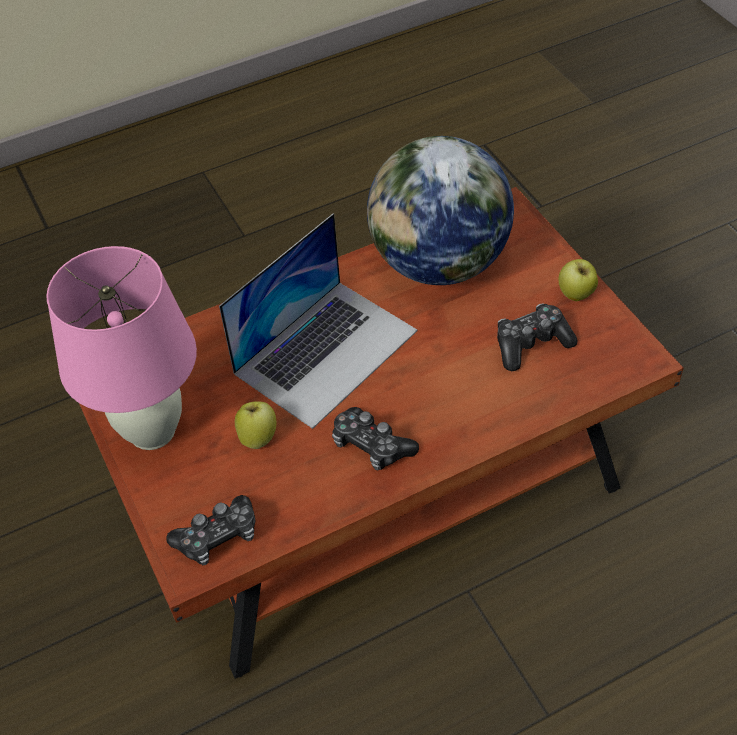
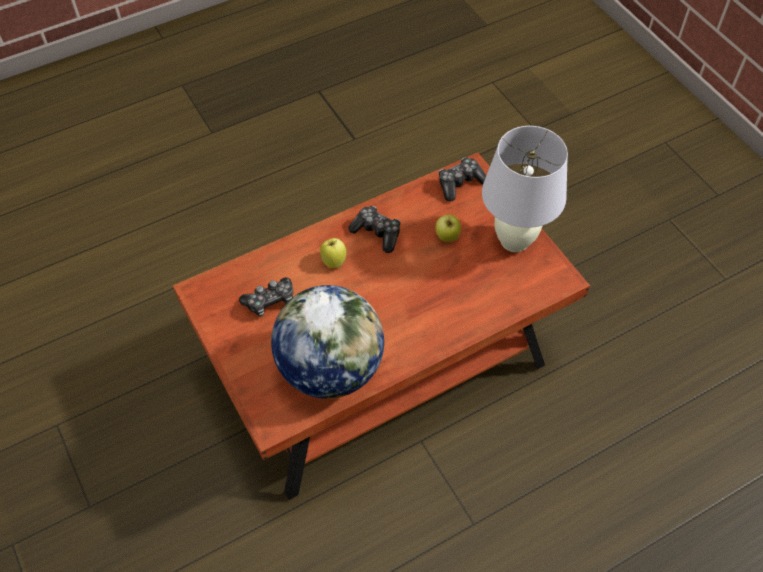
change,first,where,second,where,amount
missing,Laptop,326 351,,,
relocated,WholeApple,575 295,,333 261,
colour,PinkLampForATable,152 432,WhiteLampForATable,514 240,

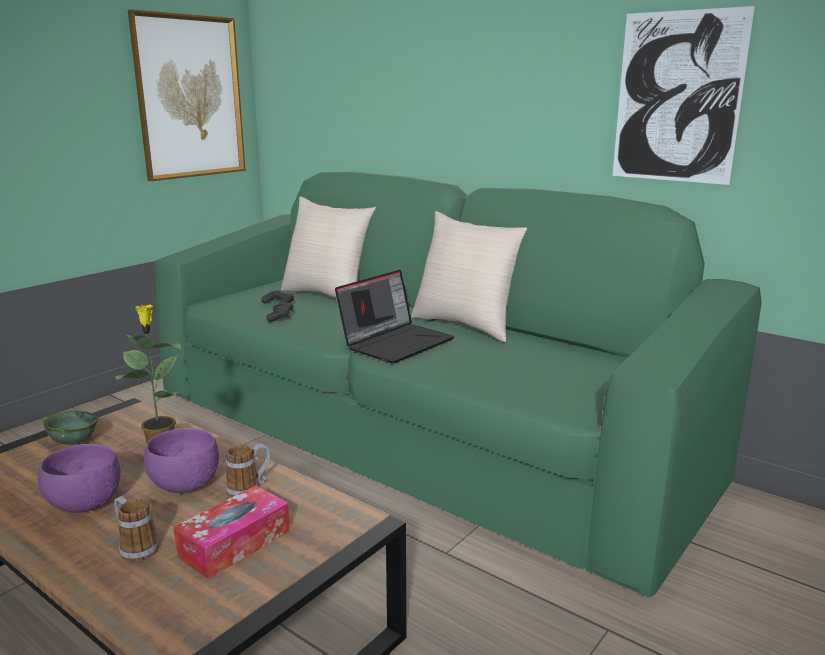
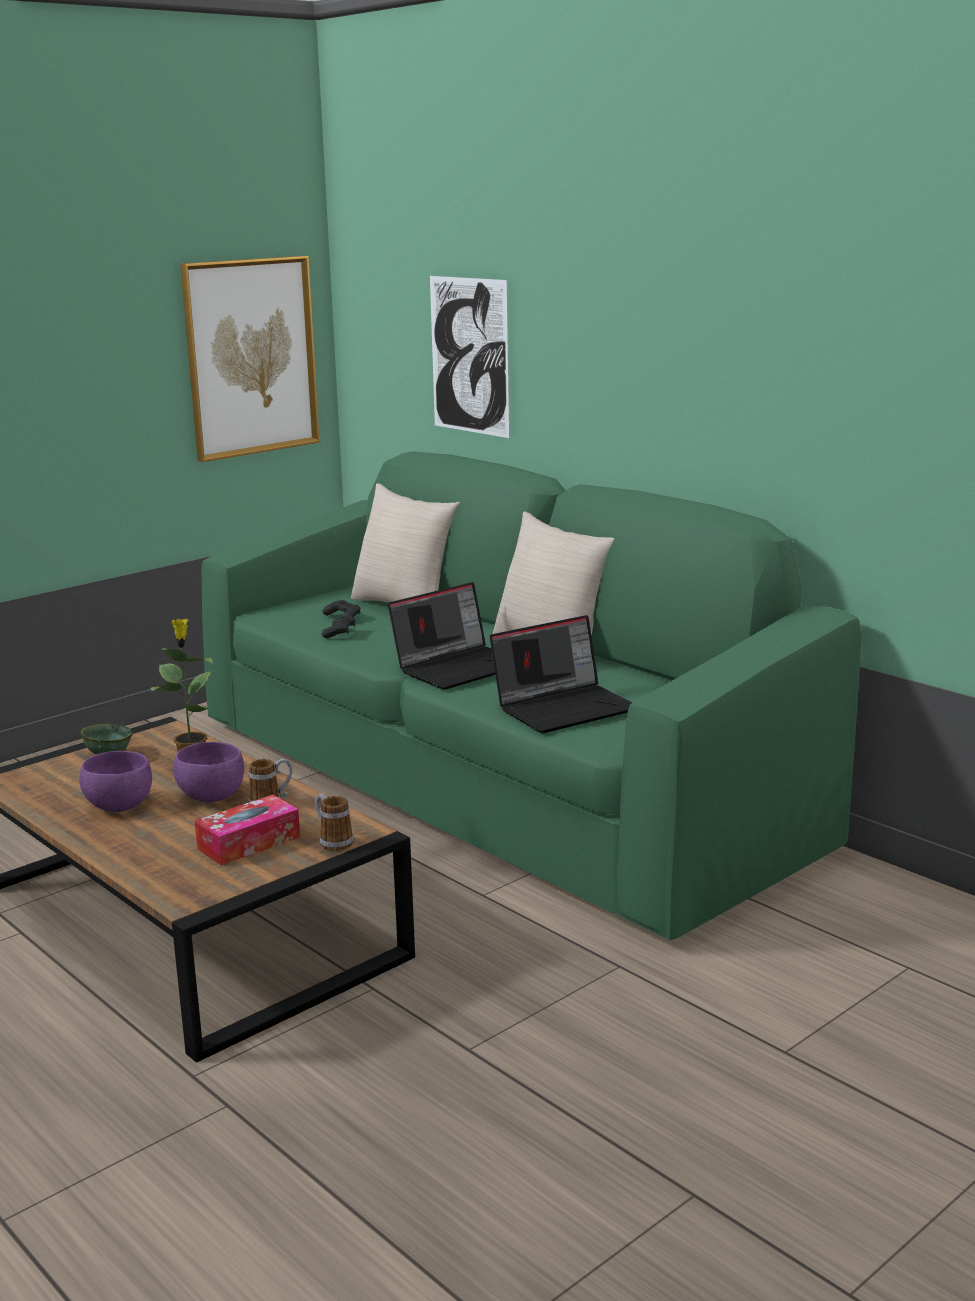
change,first,where,second,where,amount
appeared,,,Laptop,565 707,
relocated,CoffeeMug,135 548,,332 841,
relocated,WallArt,677 98,,469 356,

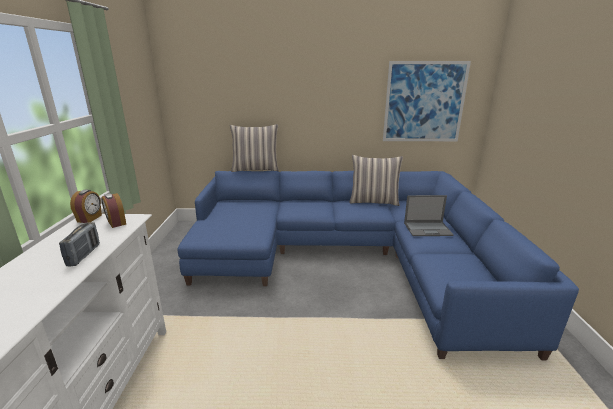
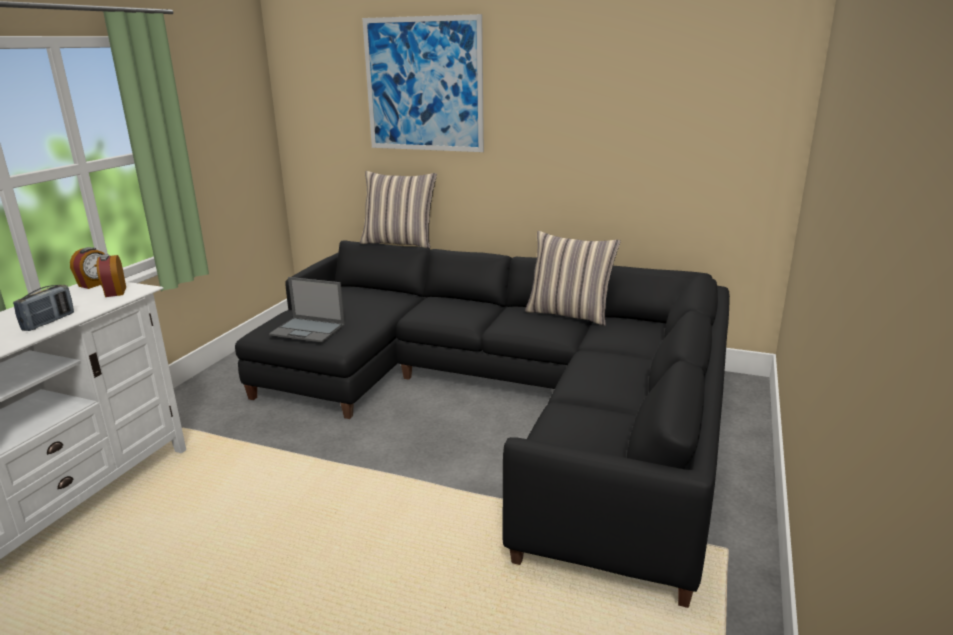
change,first,where,second,where,amount
relocated,WallArt,424 102,,423 85,
relocated,Laptop,428 229,,308 330,
colour,BlueColouredSofa,350 256,BlackSofa,506 399,

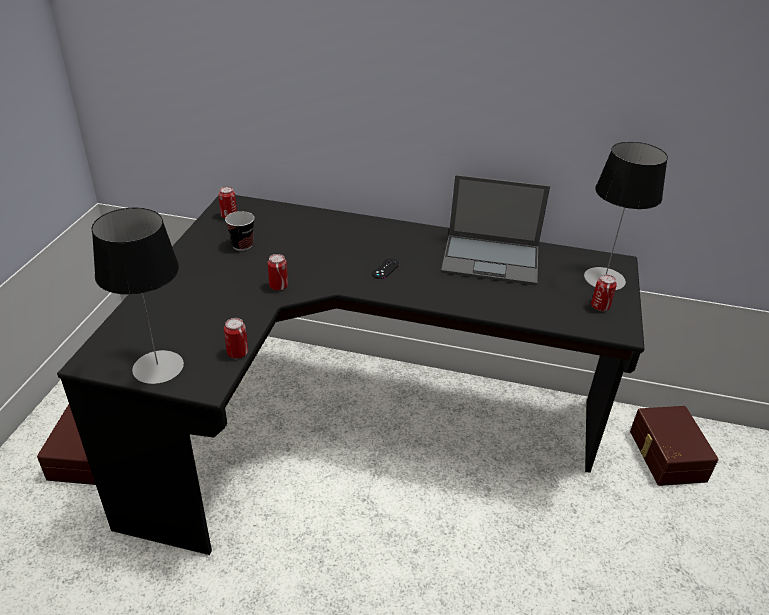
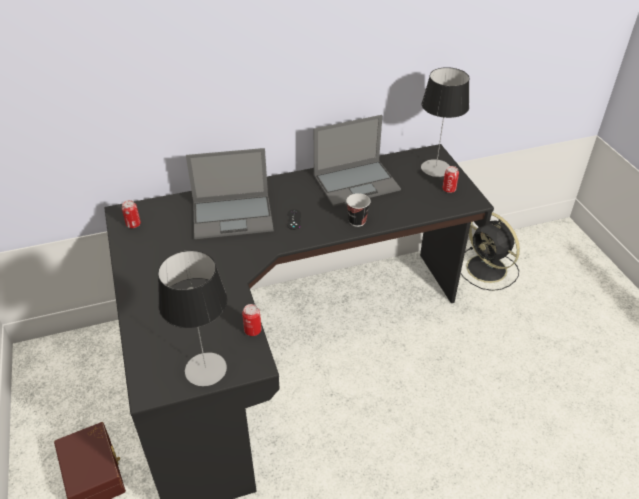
change,first,where,second,where,amount
missing,SealedCan,278 286,,,
appeared,,,Laptop,233 216,
relocated,SmallCup,242 245,,357 221,
exchanged,BrownStorageBin,665 456,BlackCoolingFan,488 269,

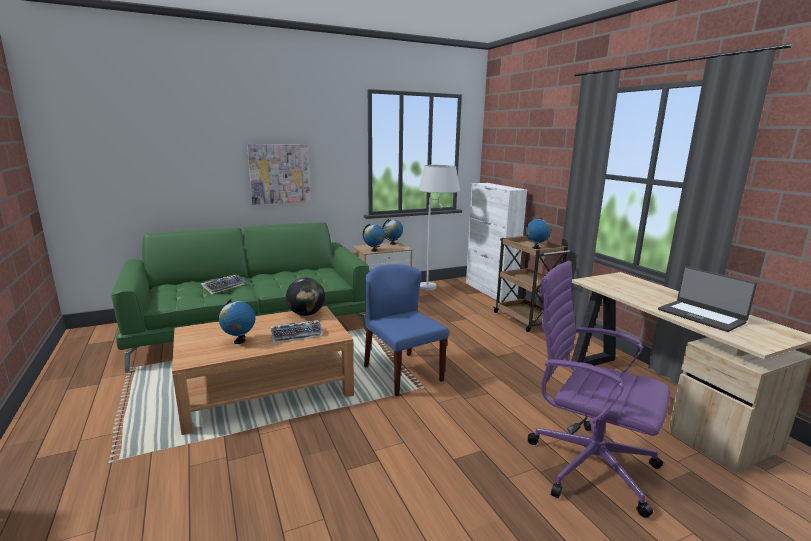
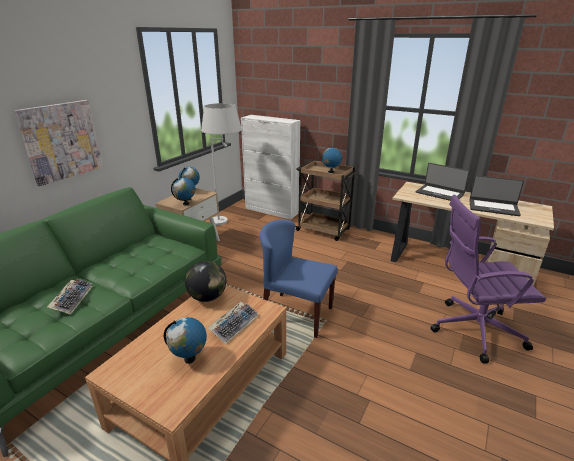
change,first,where,second,where,amount
appeared,,,Laptop,440 193,

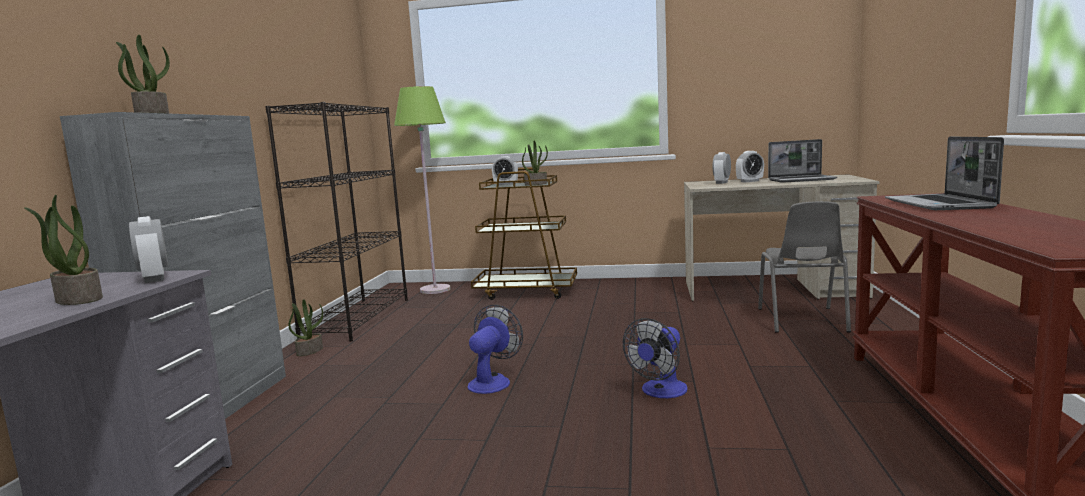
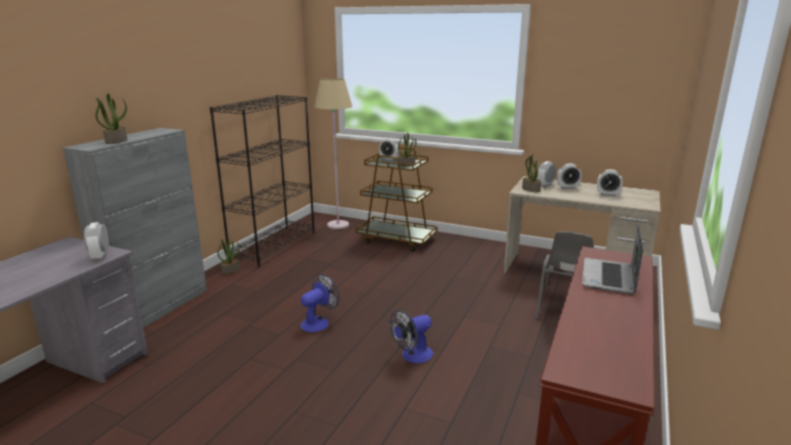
change,first,where,second,where,amount
relocated,PlantInAPot,77 299,,530 189,
exchanged,Laptop,802 180,TableClock,607 194,
colour,GreenColouredFloorLamp,435 290,BeigeColouredFloorLamp,338 225,

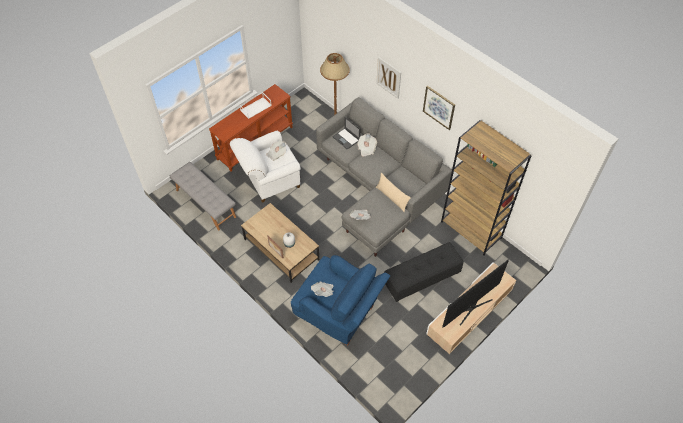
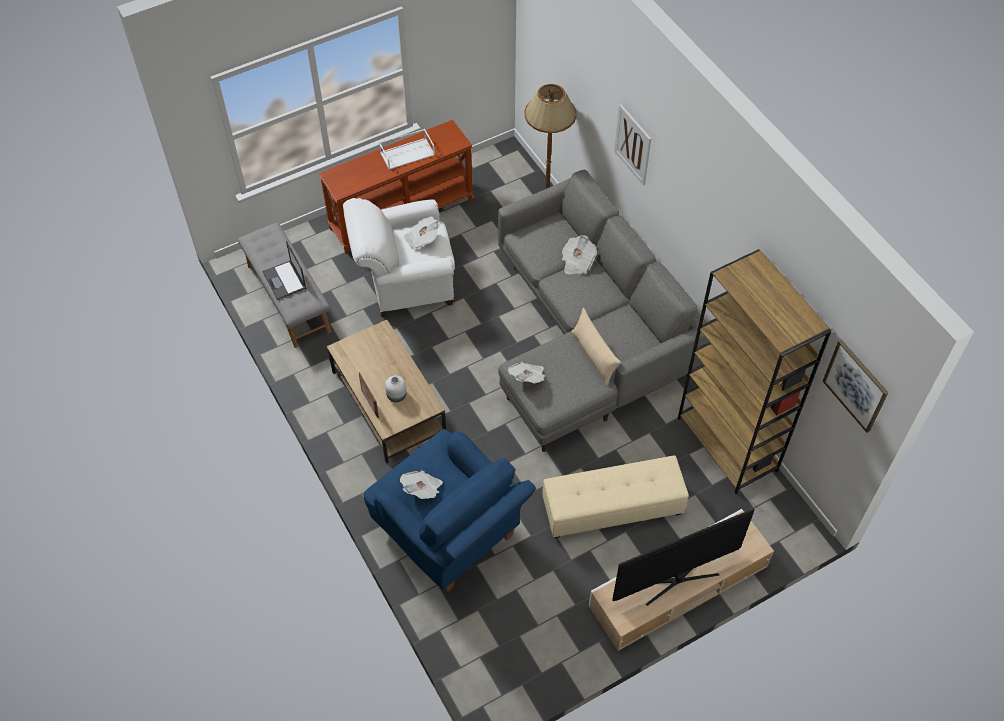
change,first,where,second,where,amount
relocated,Laptop,346 139,,285 280,
relocated,WallArt,439 107,,855 385,
colour,BlackOttoman,422 278,BeigeColouredOttoman,612 507,

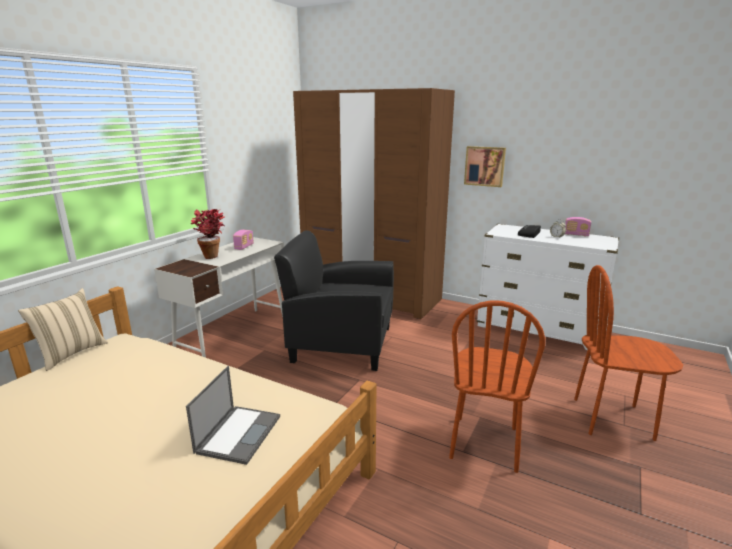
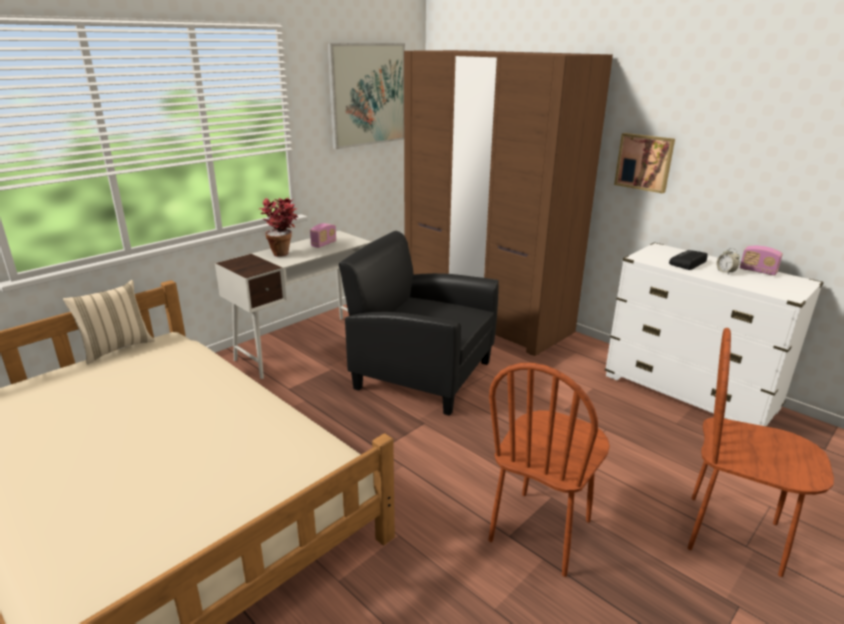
change,first,where,second,where,amount
missing,Laptop,239 433,,,
appeared,,,WallArt,367 95,

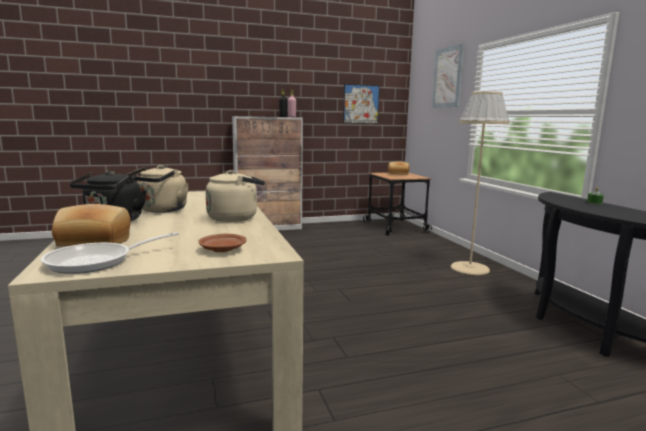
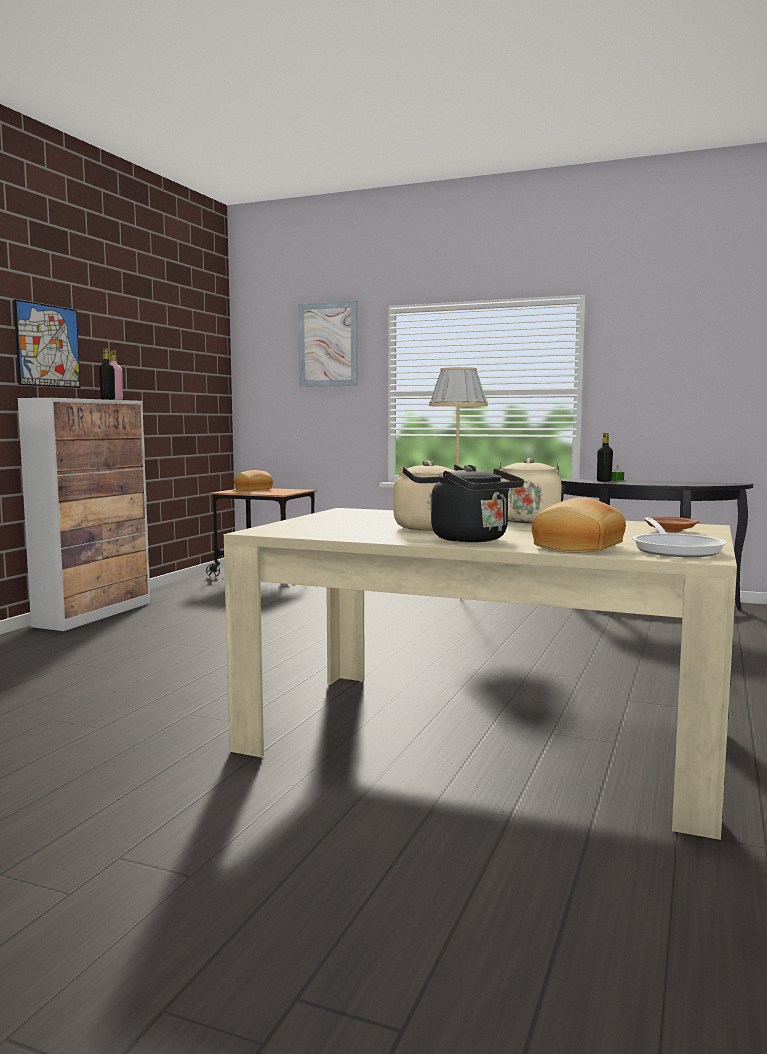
change,first,where,second,where,amount
appeared,,,BlackDrinkBottle,604 481,
relocated,WallArt,361 104,,47 346,

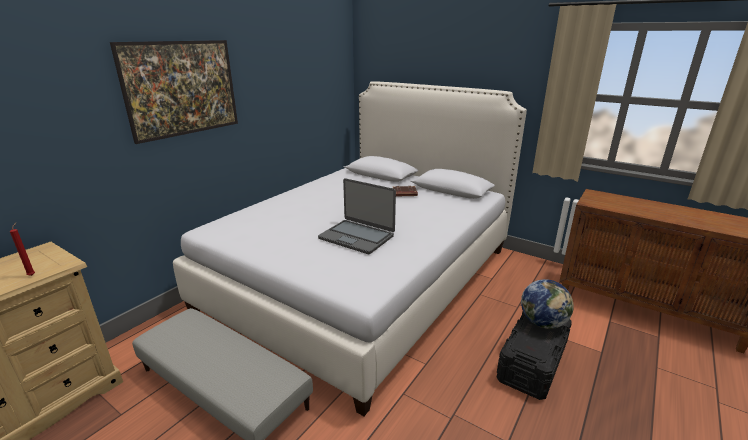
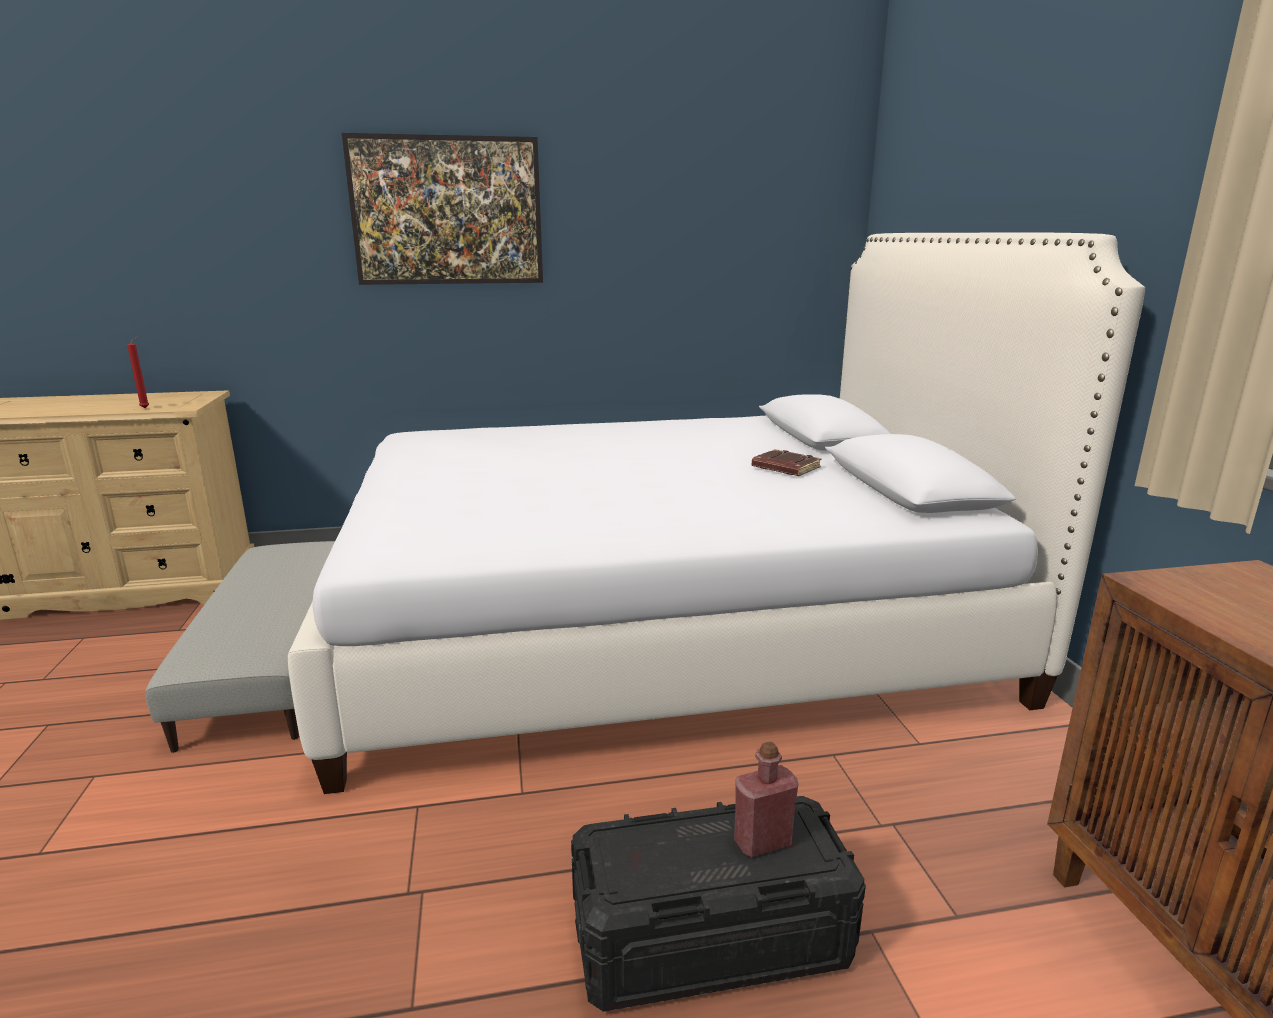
change,first,where,second,where,amount
missing,Laptop,357 237,,,
exchanged,WorldGlobe,543 323,RedDrinkBottle,762 842,

